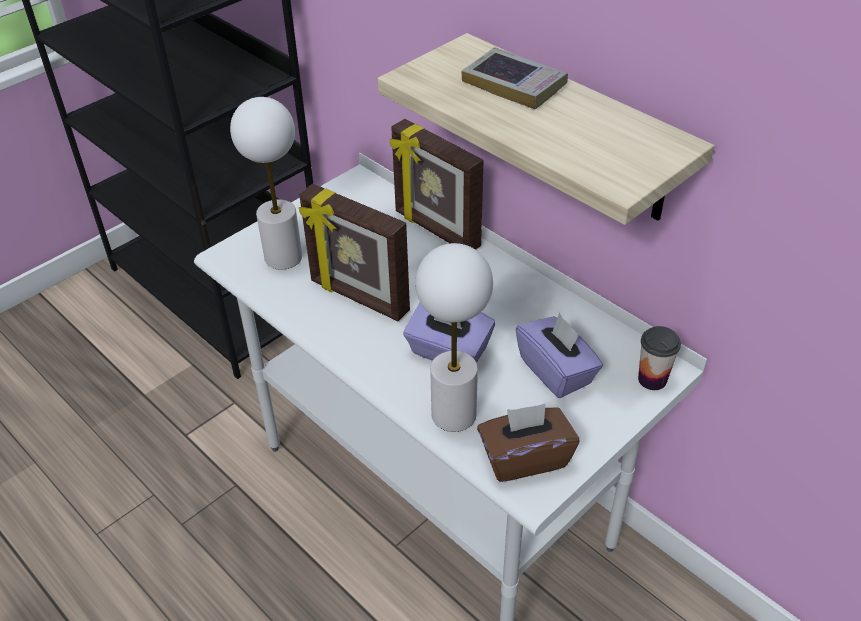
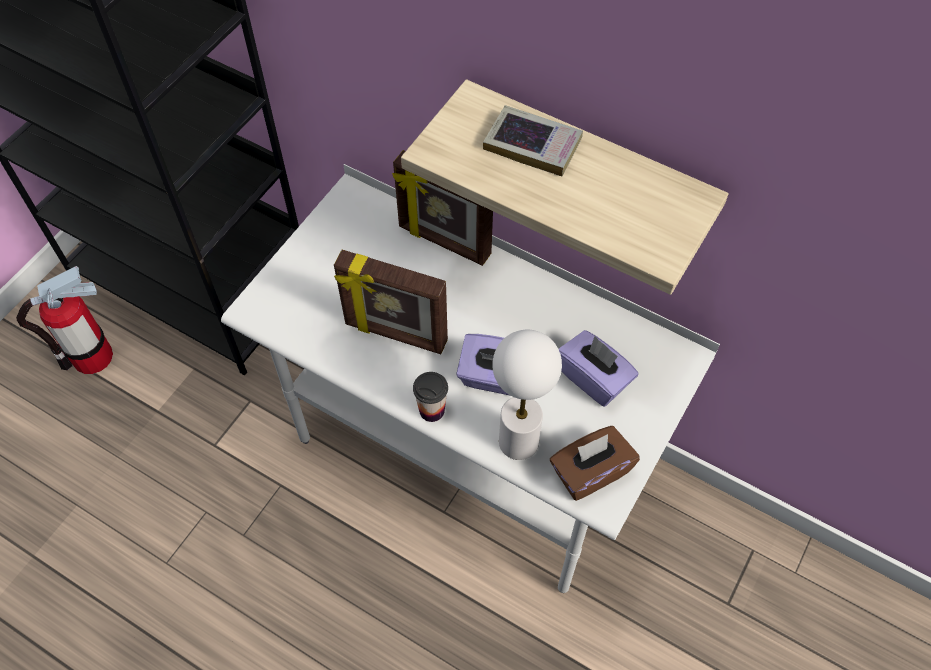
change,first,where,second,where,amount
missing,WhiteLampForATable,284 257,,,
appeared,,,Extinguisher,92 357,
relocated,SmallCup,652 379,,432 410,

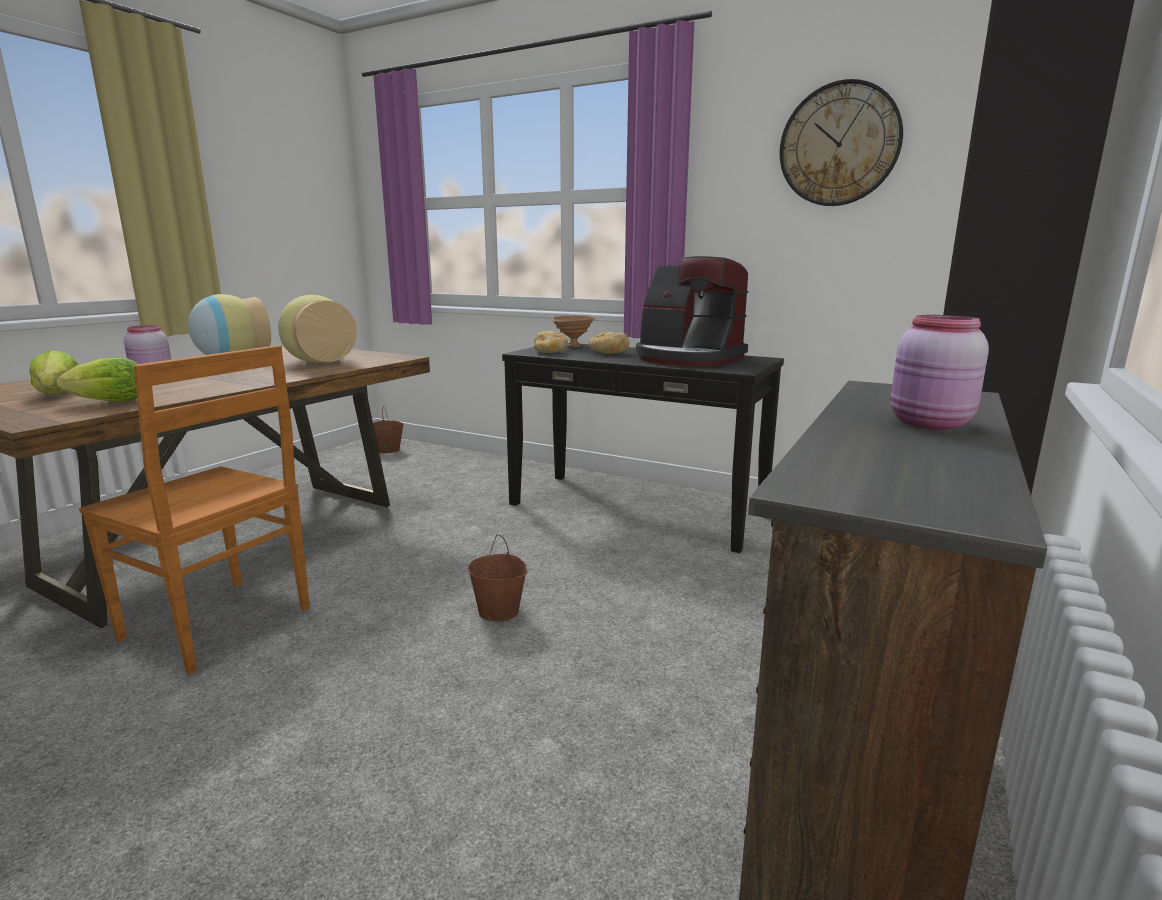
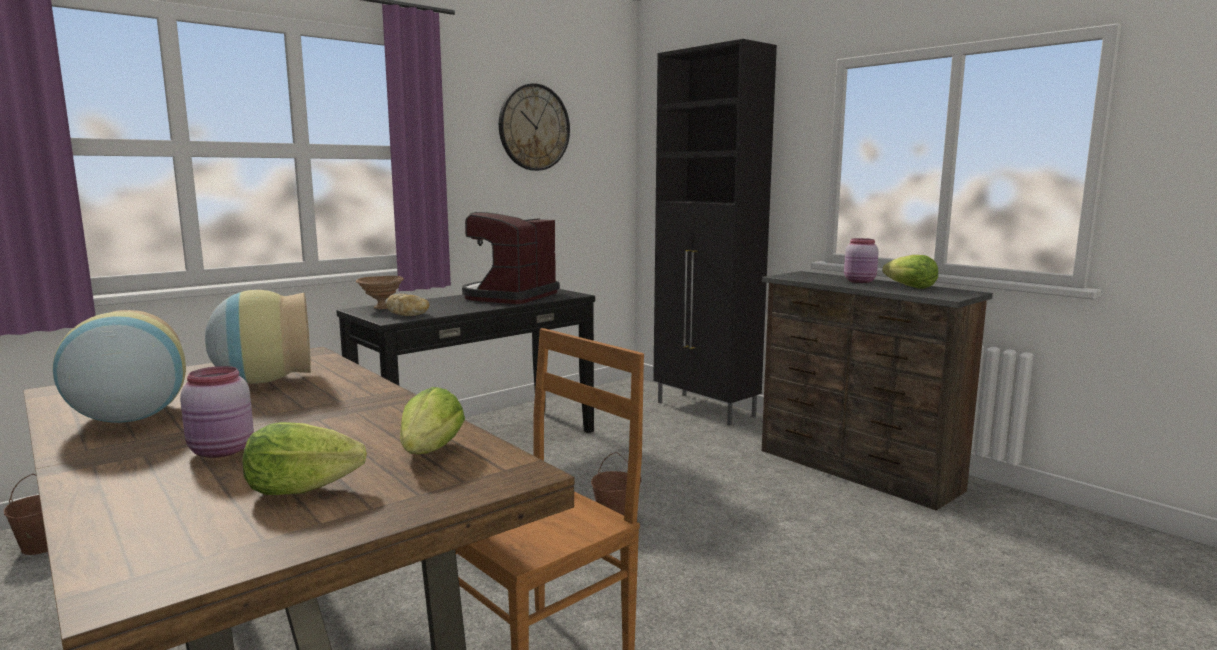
change,first,where,second,where,amount
missing,Bread,608 353,,,
appeared,,,Lettuce,910 287,
spun,CoffeeMachine,688 358,,509 296,150 degrees clockwise

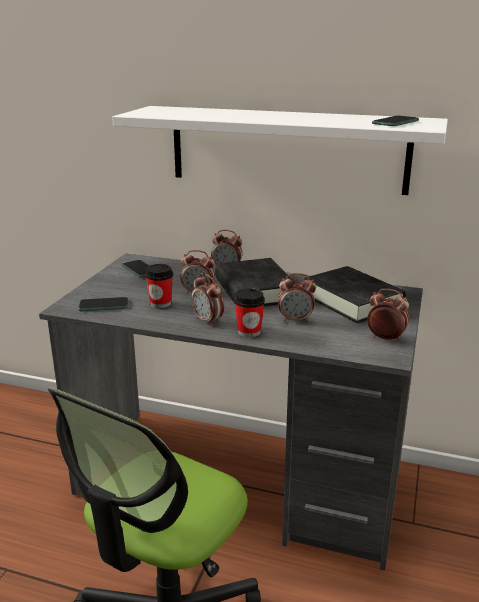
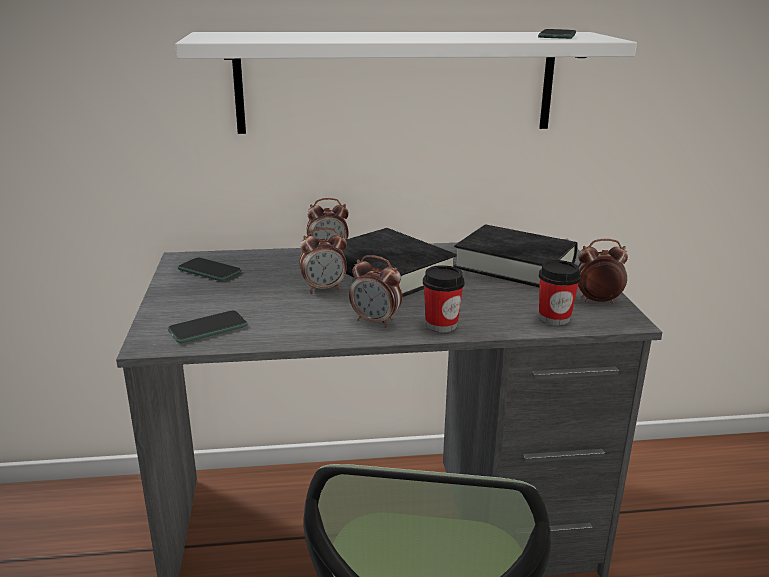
change,first,where,second,where,amount
missing,TableClock,295 320,,,
relocated,SmallCup,160 304,,554 318,

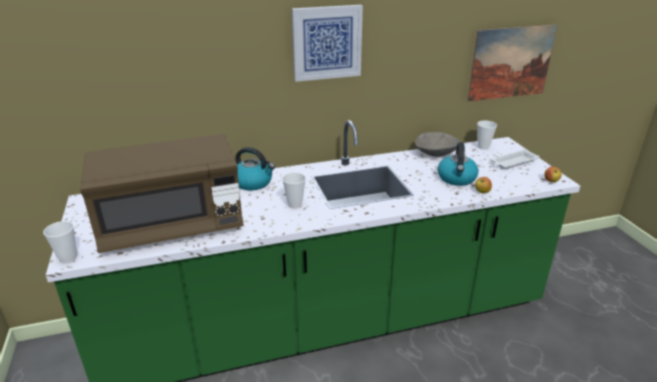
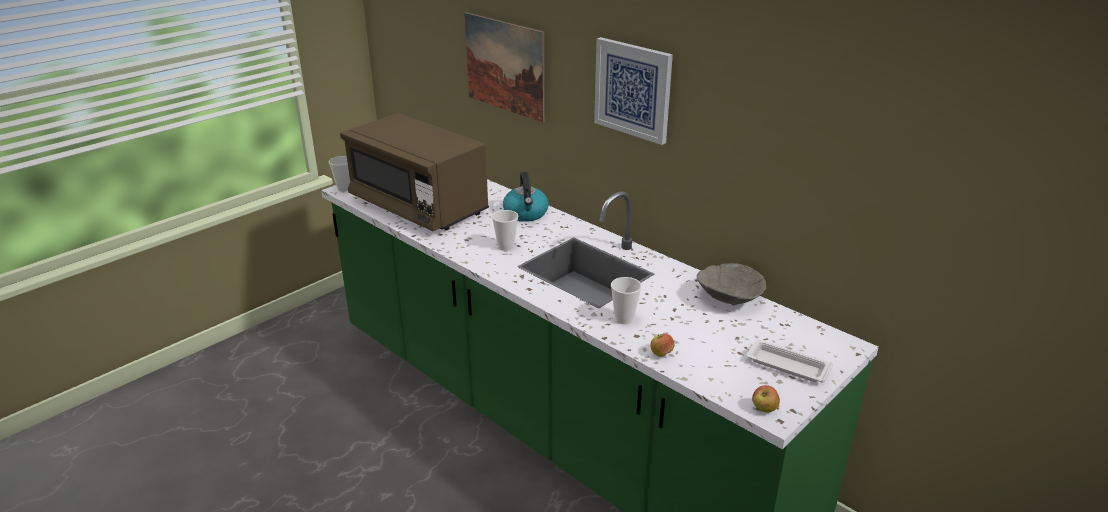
change,first,where,second,where,amount
missing,Kettle,457 178,,,
relocated,WallArt,511 63,,505 66,
relocated,SmallCup,483 147,,624 319,

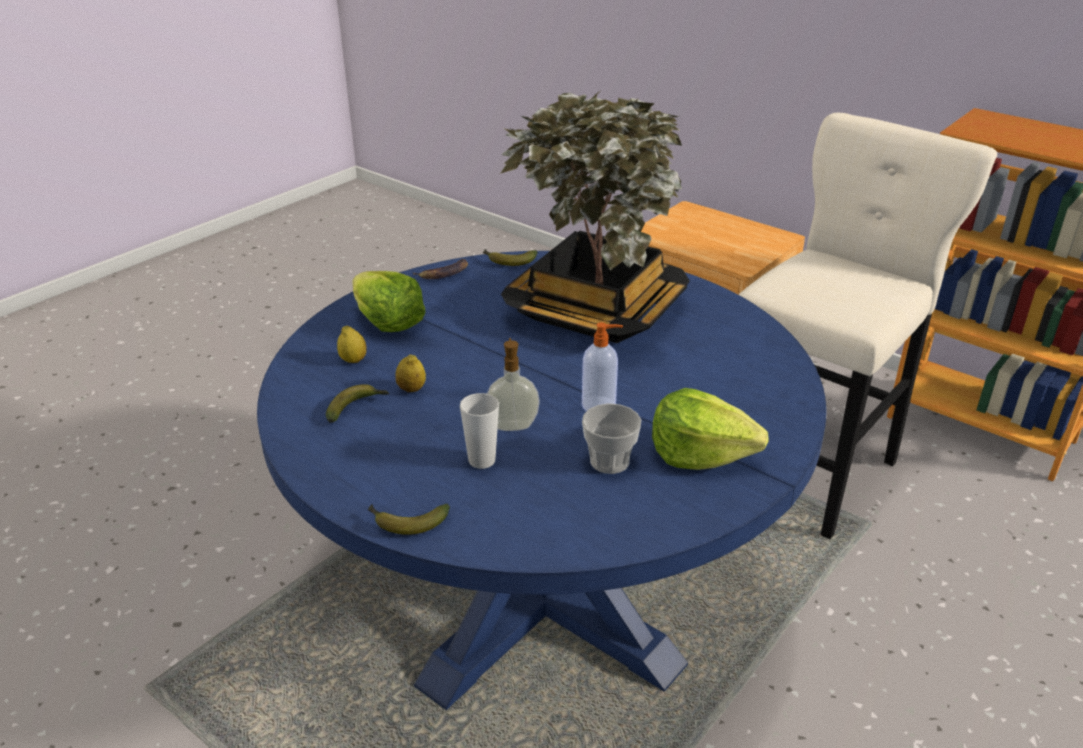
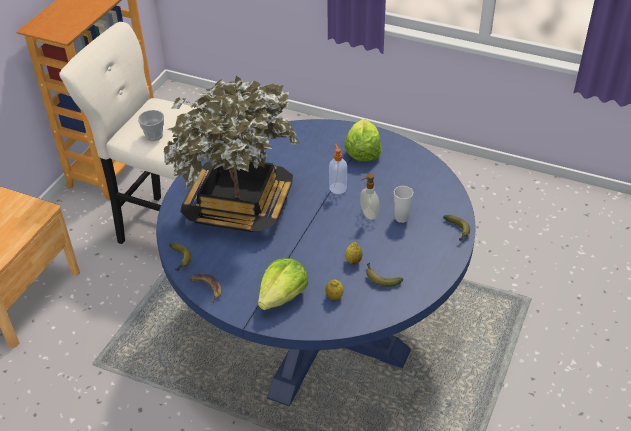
change,first,where,second,where,amount
relocated,SmallCup,609 461,,154 135,

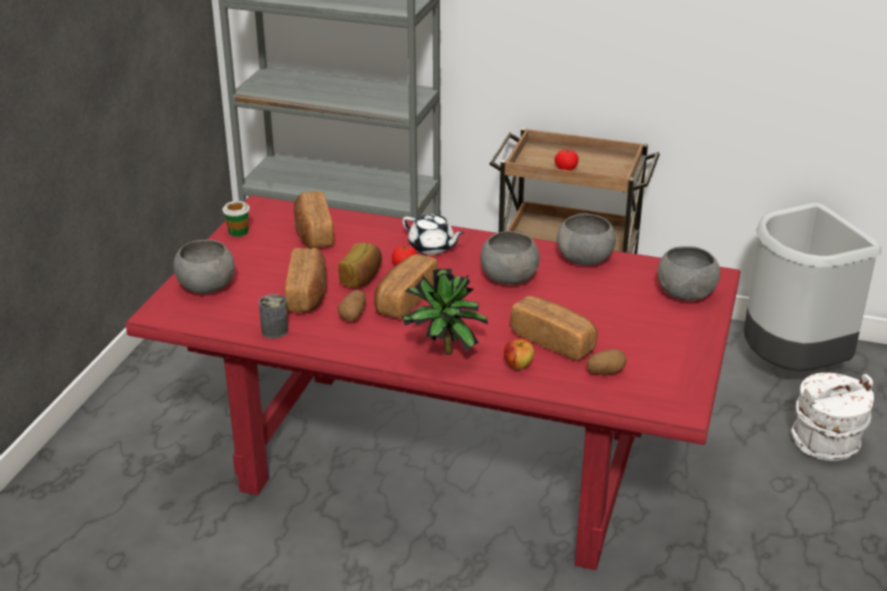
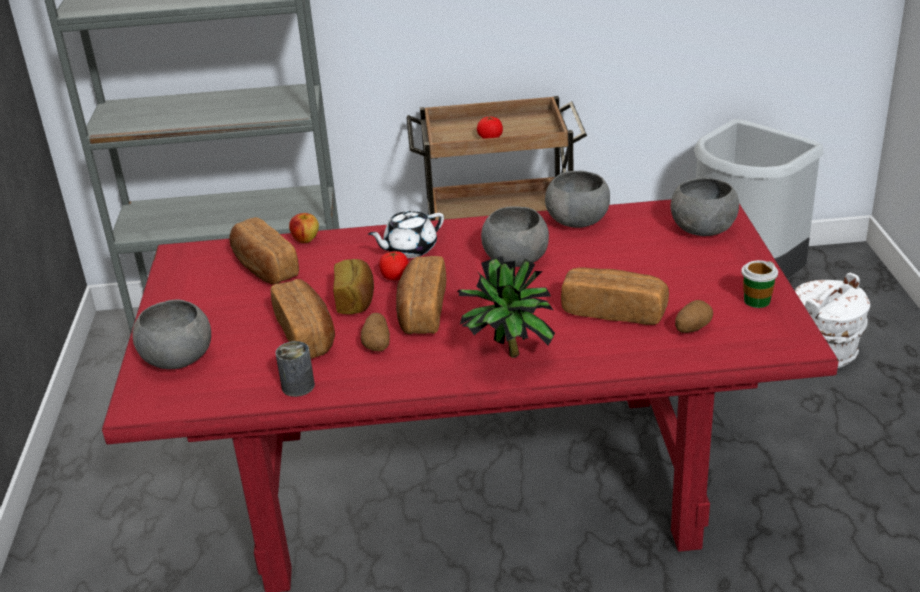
change,first,where,second,where,amount
relocated,SmallCup,238 232,,756 301,
relocated,WholeApple,518 365,,305 239,
spun,WhiteTeapot,432 247,,409 249,135 degrees clockwise

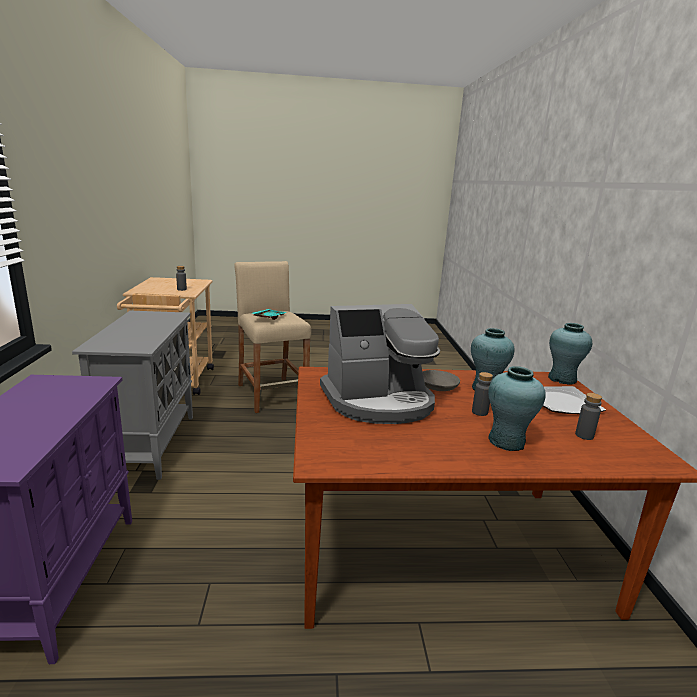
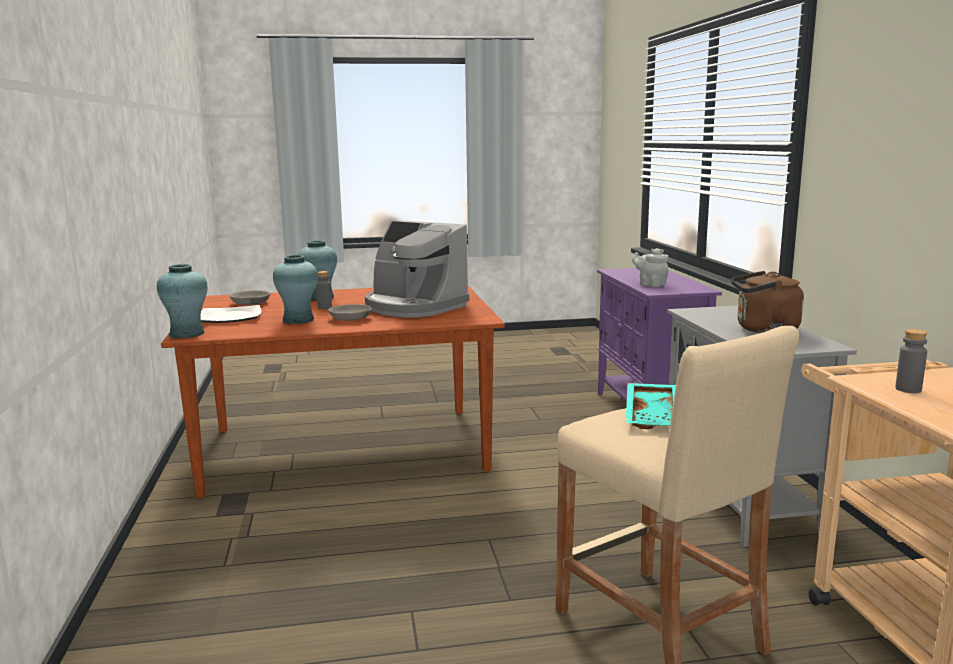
change,first,where,second,where,amount
appeared,,,GreyTeapot,650 284,
appeared,,,BrownKettle,763 330,
exchanged,GreyDrinkBottle,584 435,GreyServingBowl,251 303,
spun,CoffeeMachine,379 401,,414 307,120 degrees counterclockwise

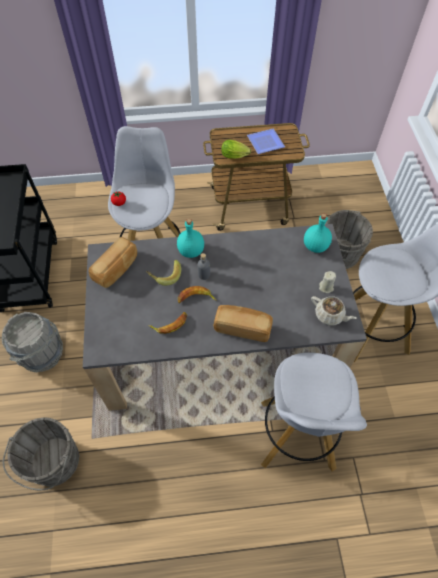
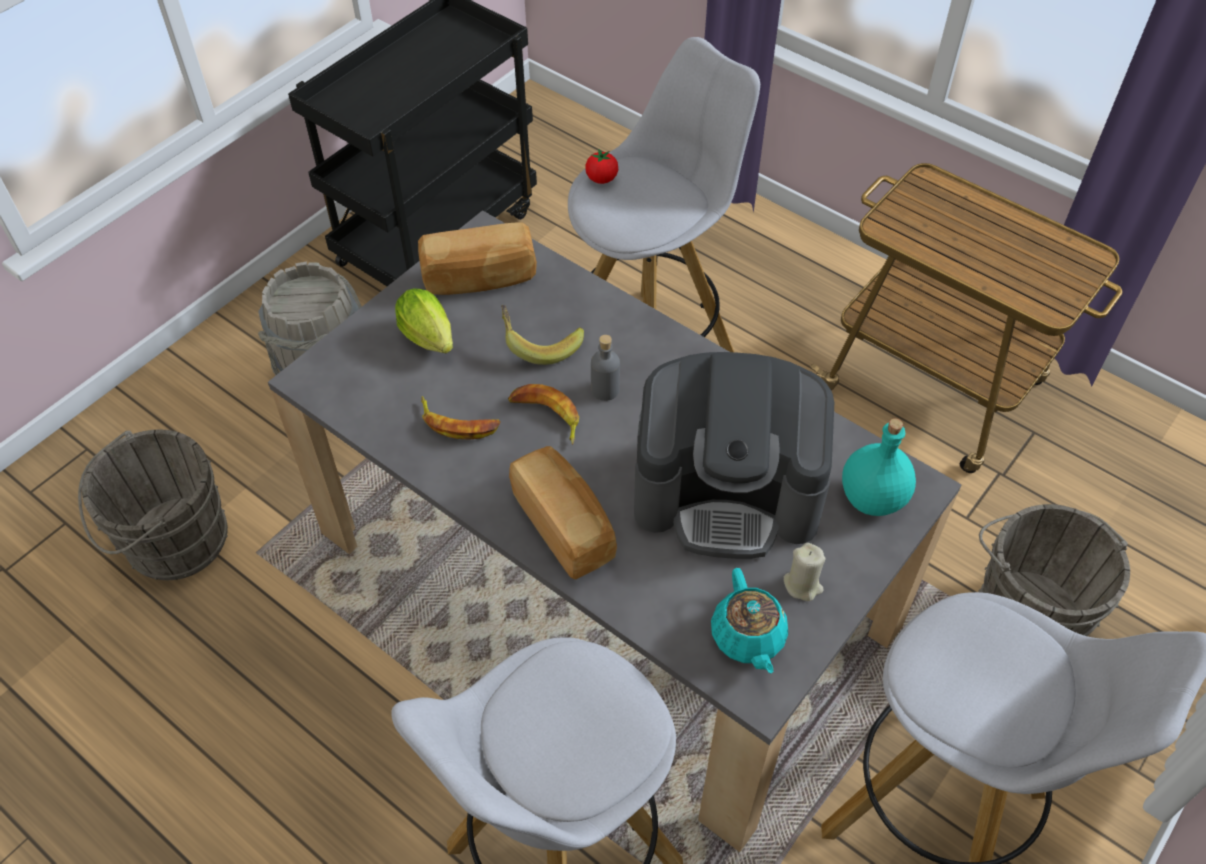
change,first,where,second,where,amount
missing,TurquoiseColouredDrinkBottle,191 251,,,
missing,Plate,264 142,,,
appeared,,,CoffeeMachine,728 491,
relocated,Lettuce,236 156,,430 340,
colour,BeigeColouredTeapot,329 315,TurquoiseColouredTeapot,748 637,

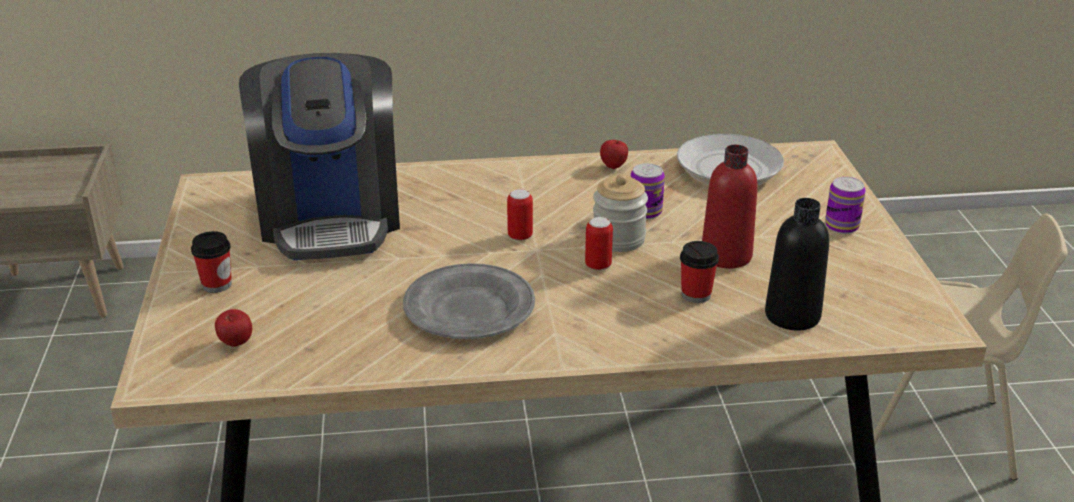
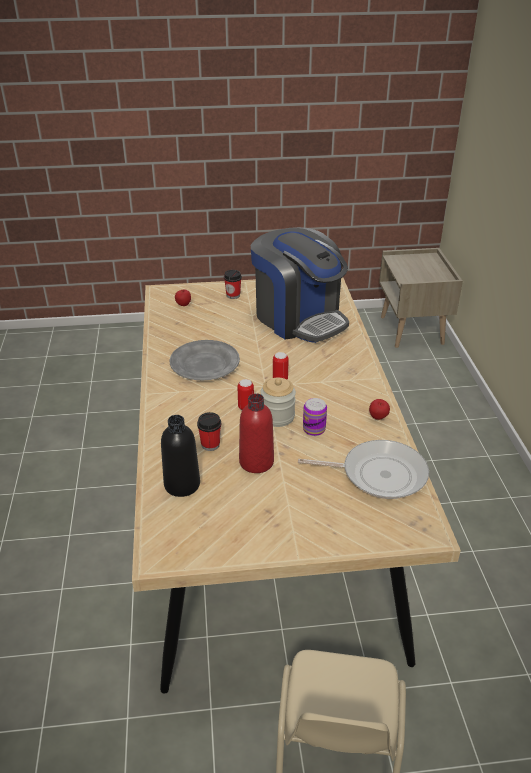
change,first,where,second,where,amount
missing,SealedCan,841 226,,,
spun,CoffeeMachine,330 217,,299 318,120 degrees counterclockwise

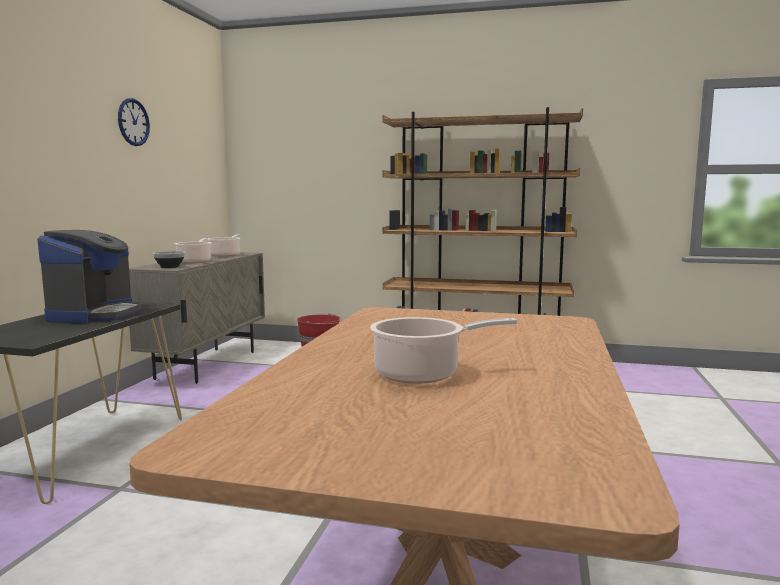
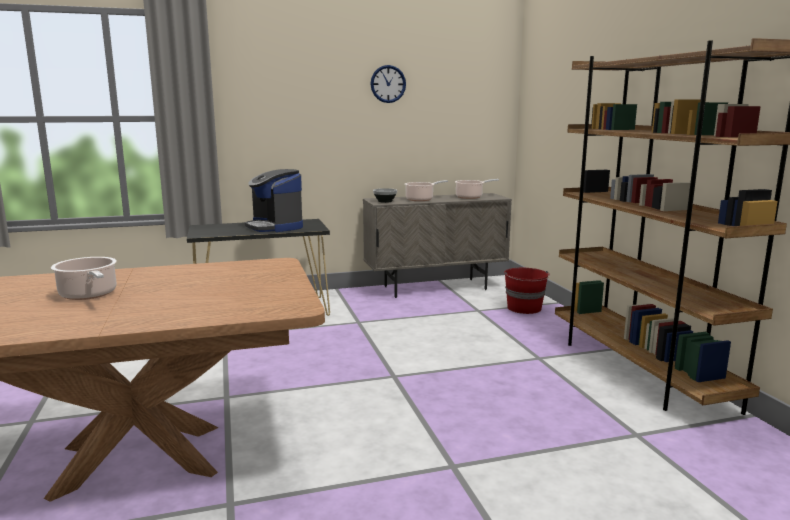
change,first,where,second,where,amount
spun,CoffeeMachine,94 314,,275 227,75 degrees clockwise

